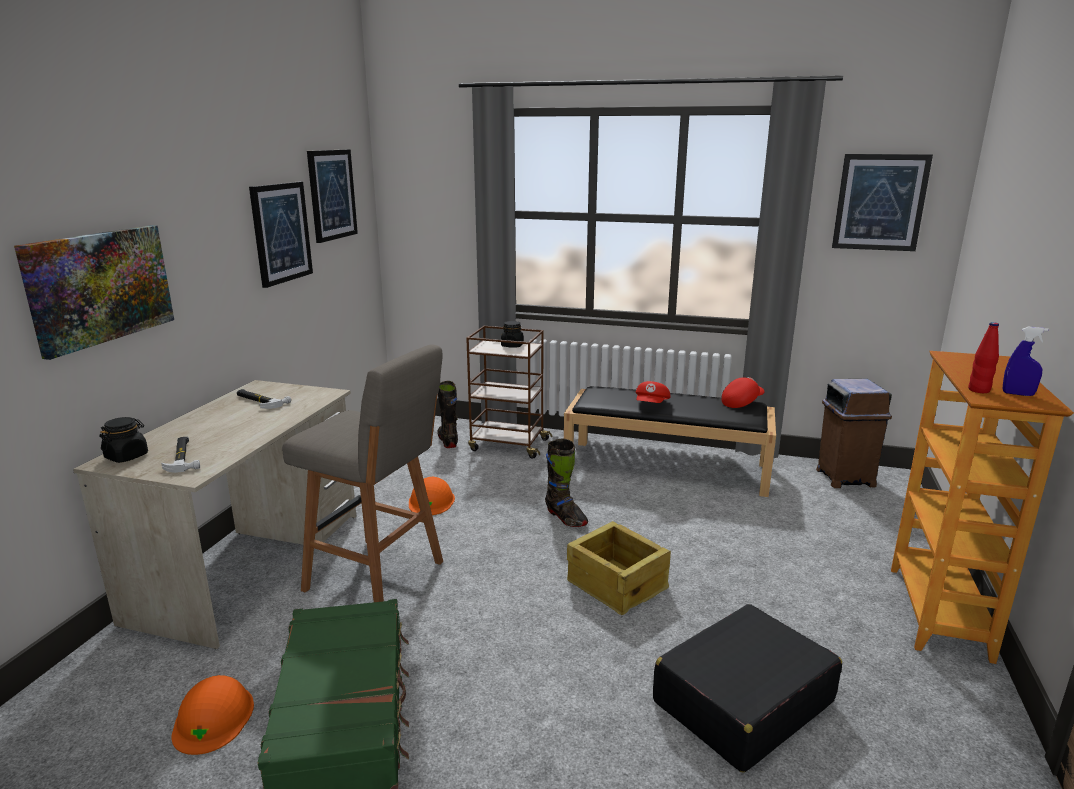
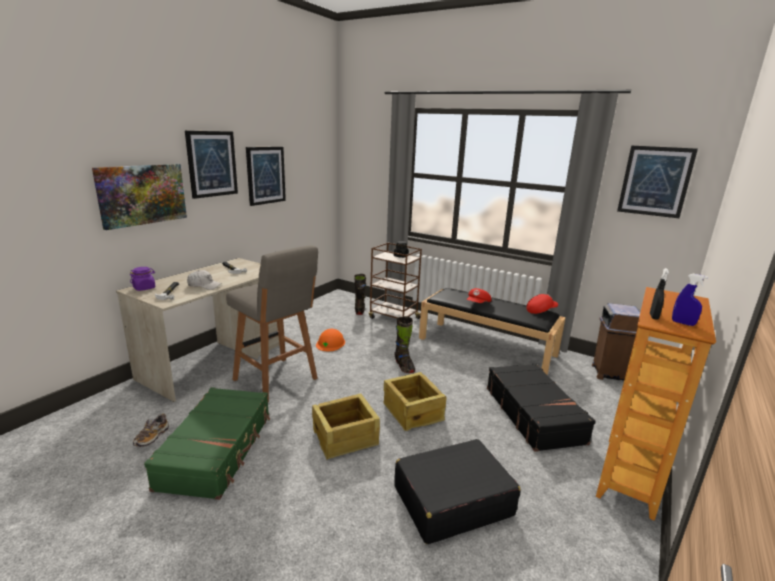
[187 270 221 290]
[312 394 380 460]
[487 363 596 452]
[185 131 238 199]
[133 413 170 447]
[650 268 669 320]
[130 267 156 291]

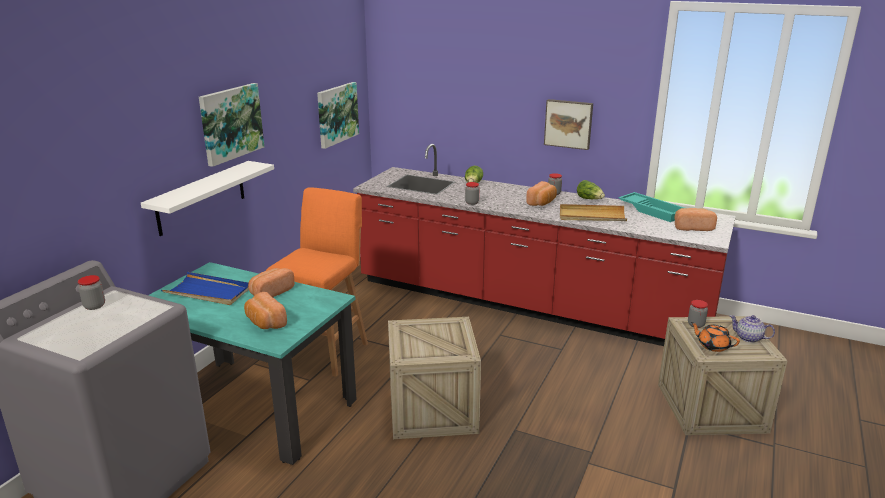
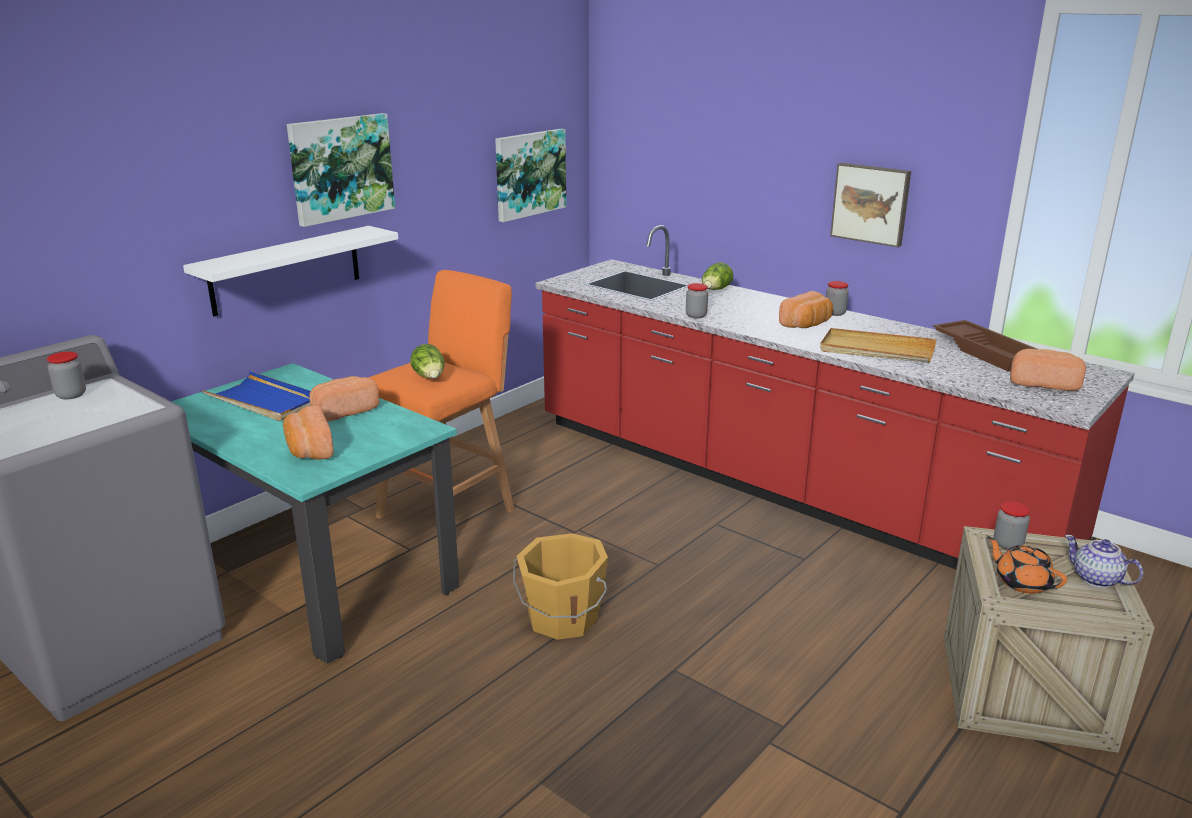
[410 344 445 378]
[513 533 608 640]
[933 320 1037 371]

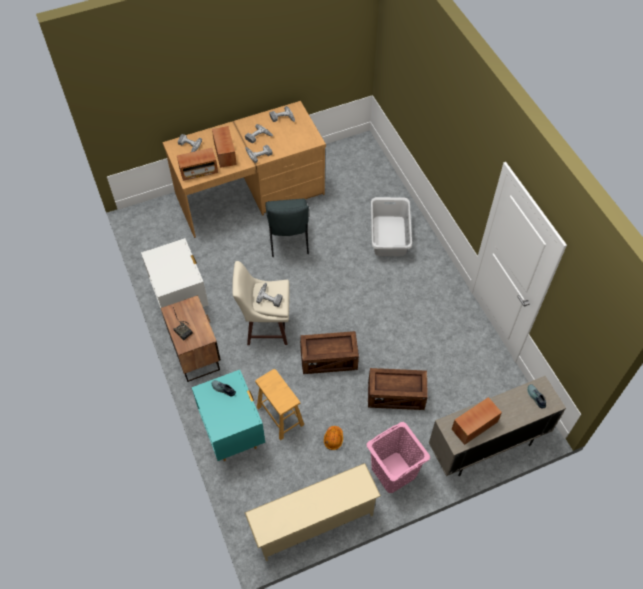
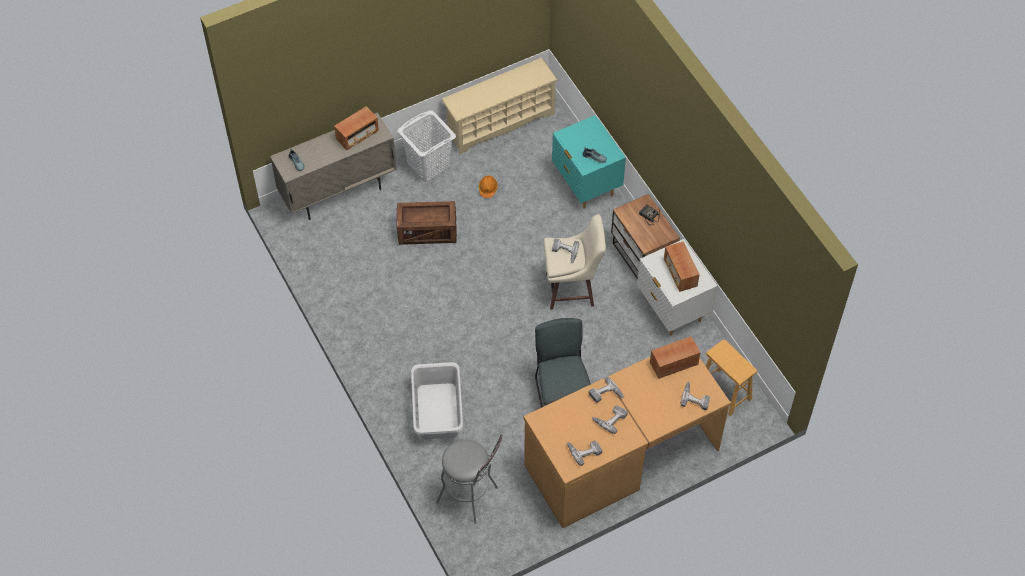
[300 331 359 374] (first image)
[436 433 503 524]
[664 241 700 292]
[706 340 758 416]
[398 110 456 182]

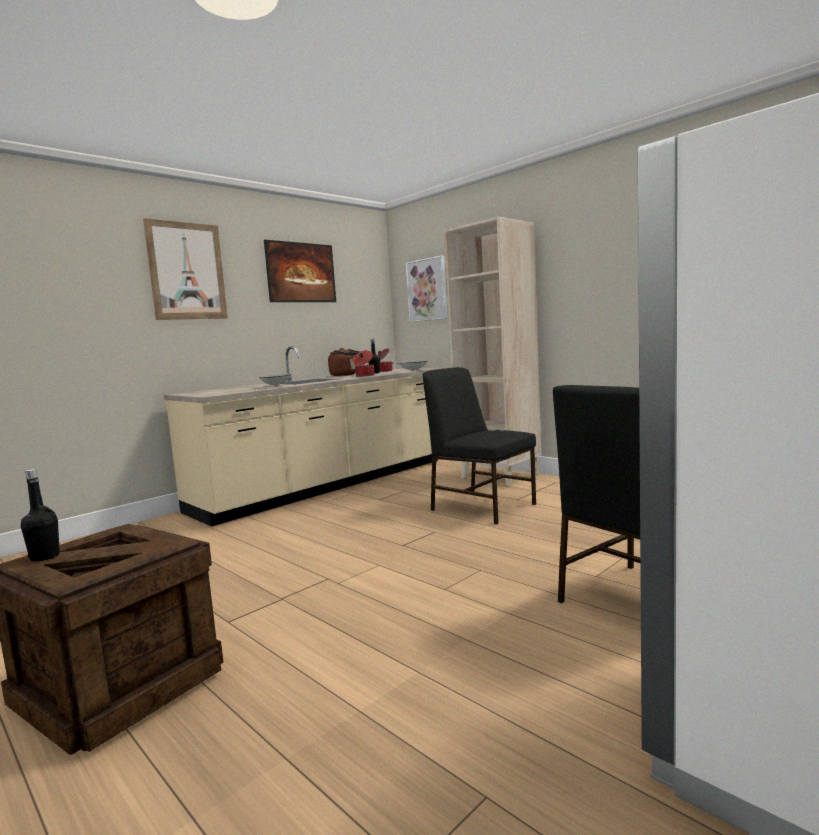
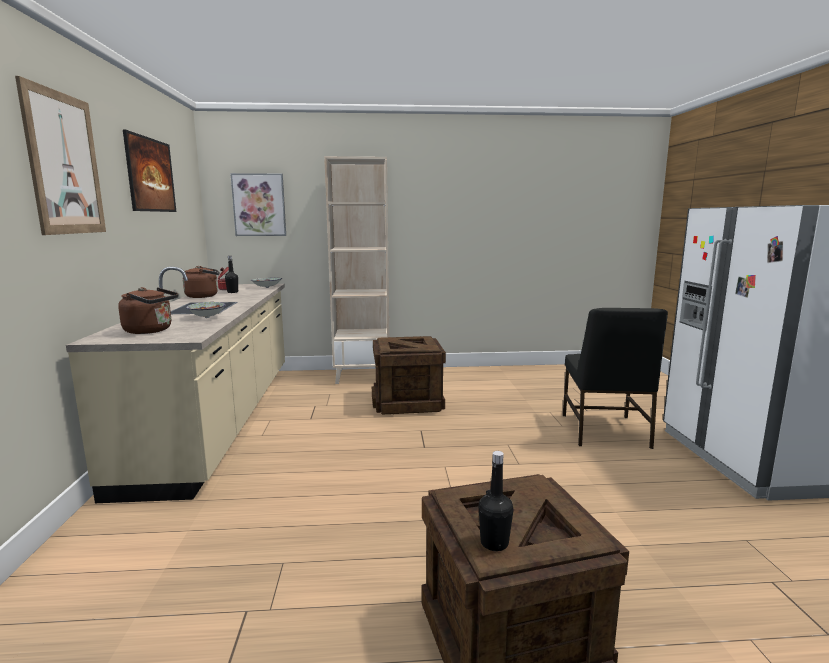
[353 350 374 377] (first image)
[118 287 178 334]
[372 336 446 415]

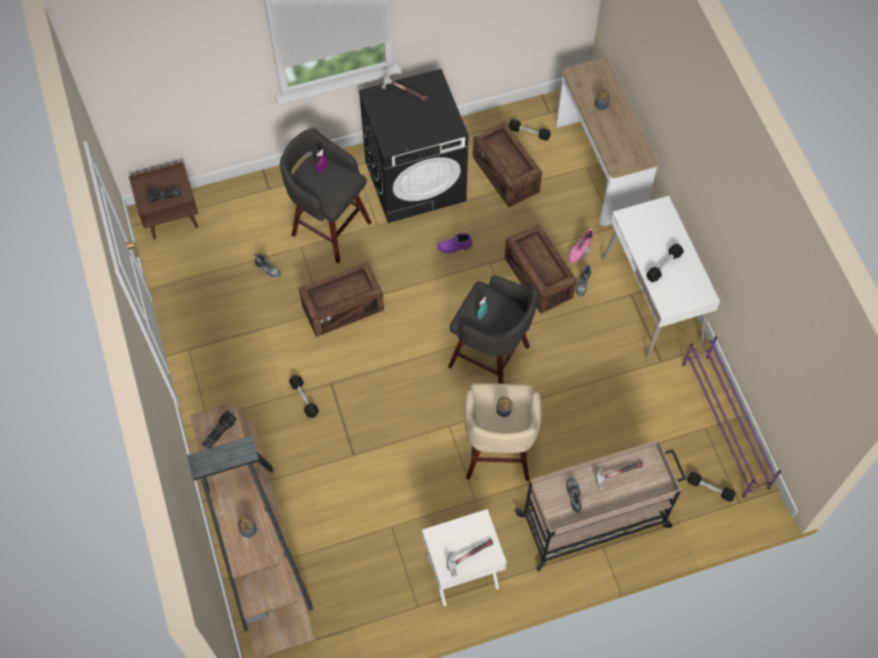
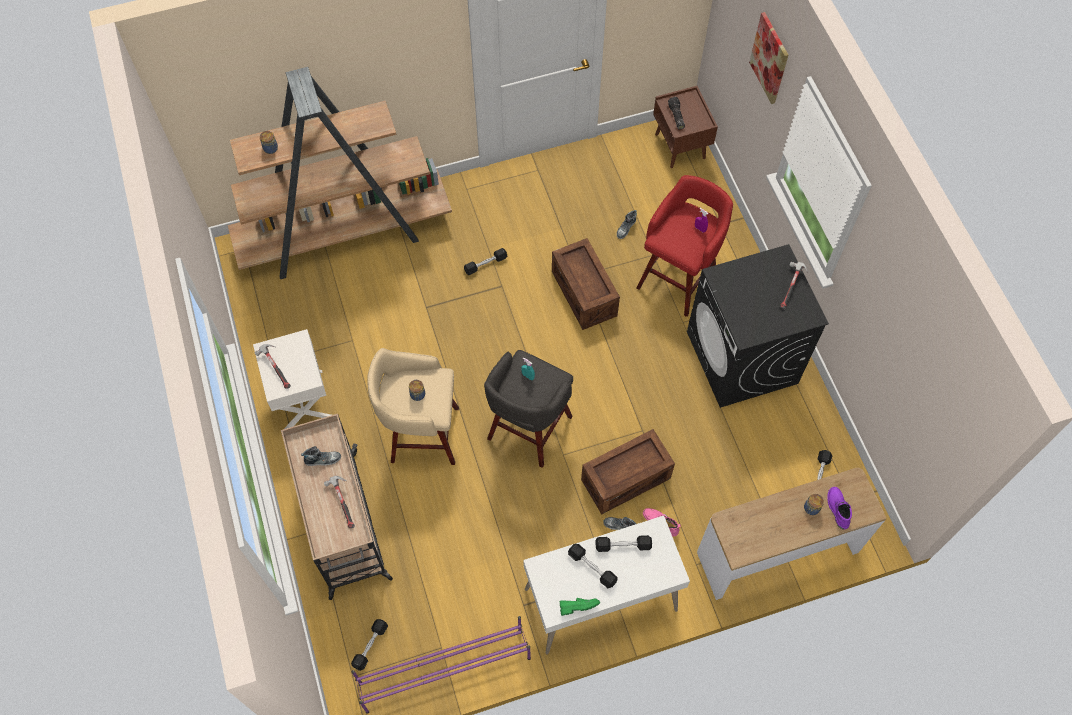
[202 411 237 449] (first image)
[473 121 542 207] (first image)
[560 597 600 616]
[596 535 652 552]
[749 12 788 104]
[827 487 852 530]
[636 175 733 317]

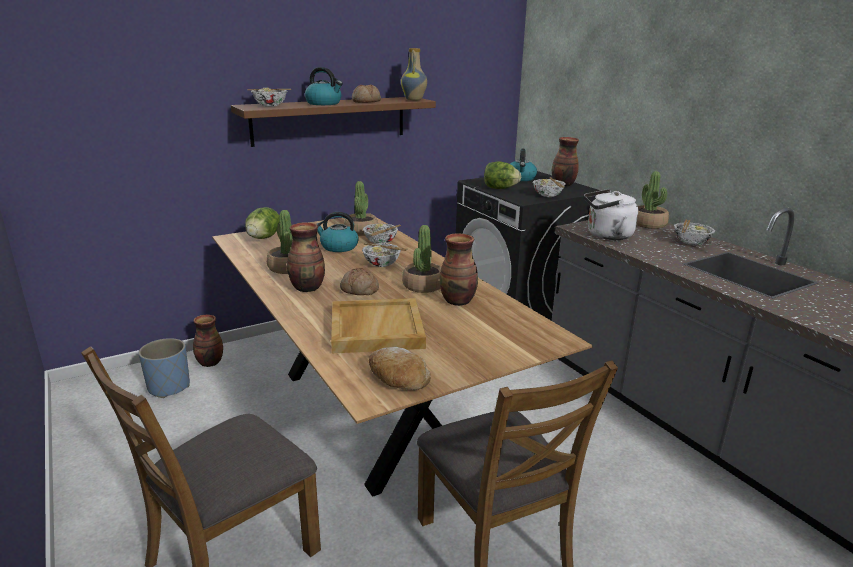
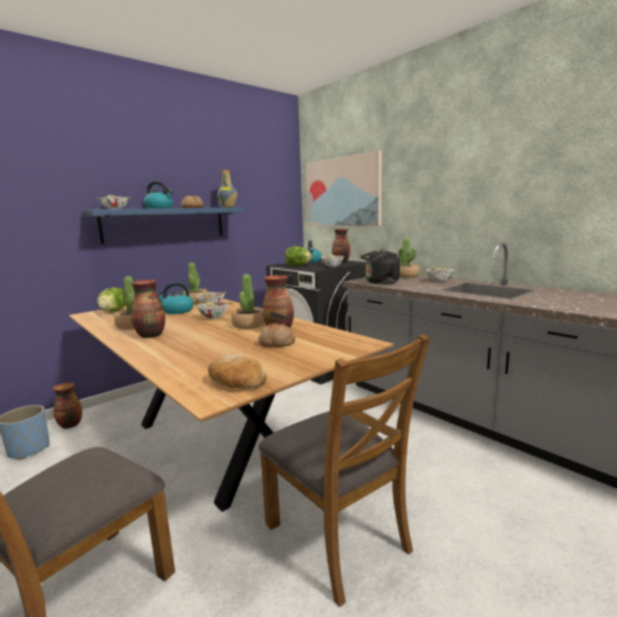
[331 298 426 353] (first image)
[306 150 382 226]
[258 323 295 347]
[82 207 245 244]
[360 249 400 284]

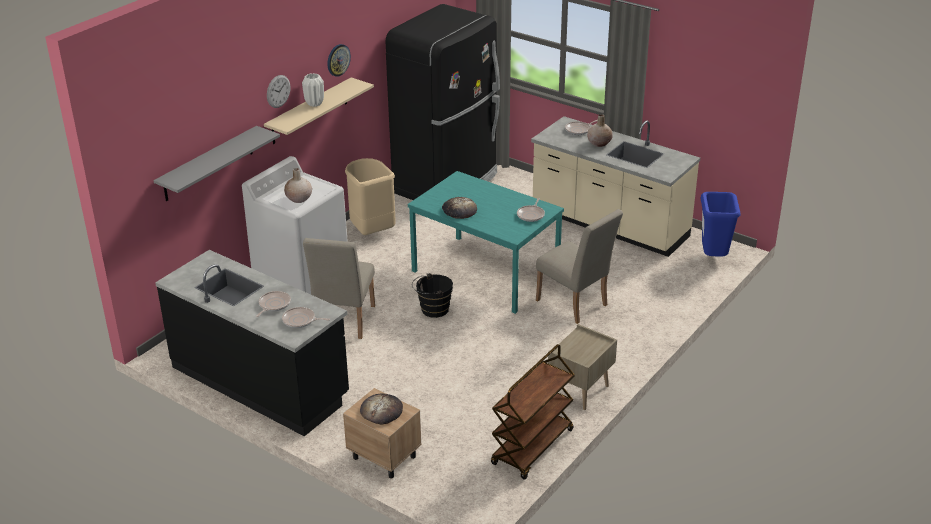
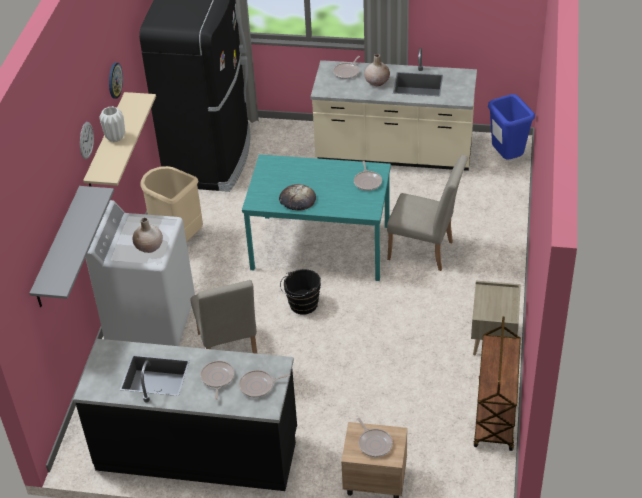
[357 418 393 457]

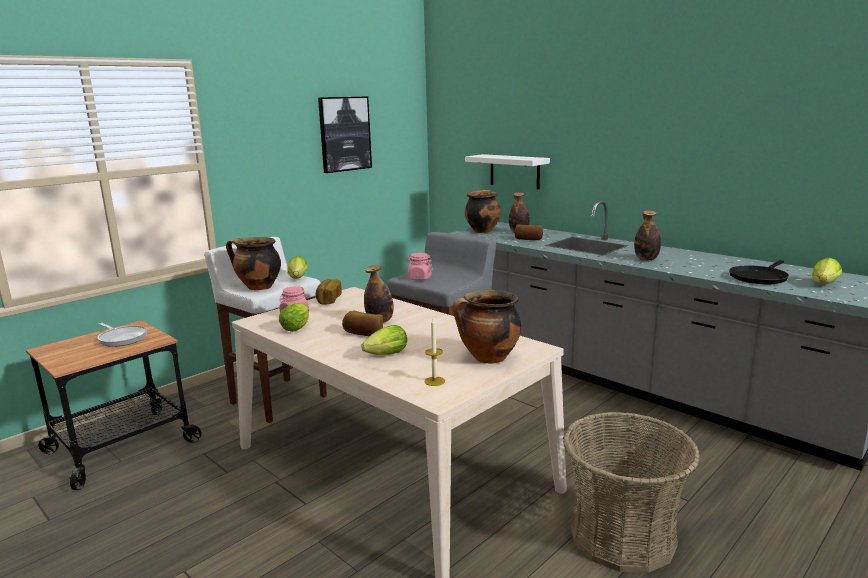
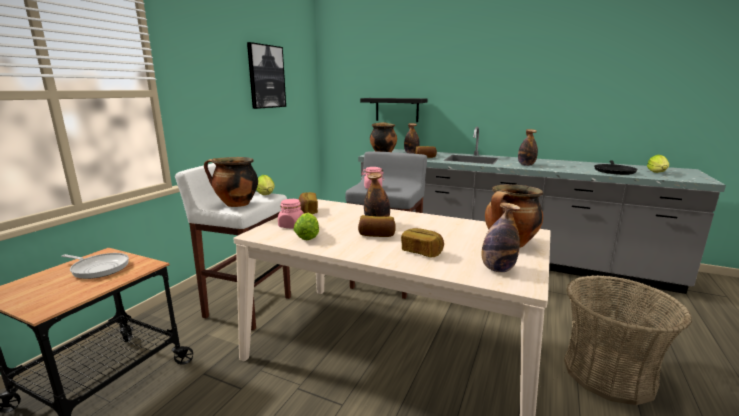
[401 228 444 258]
[482 203 521 272]
[360 98 427 122]

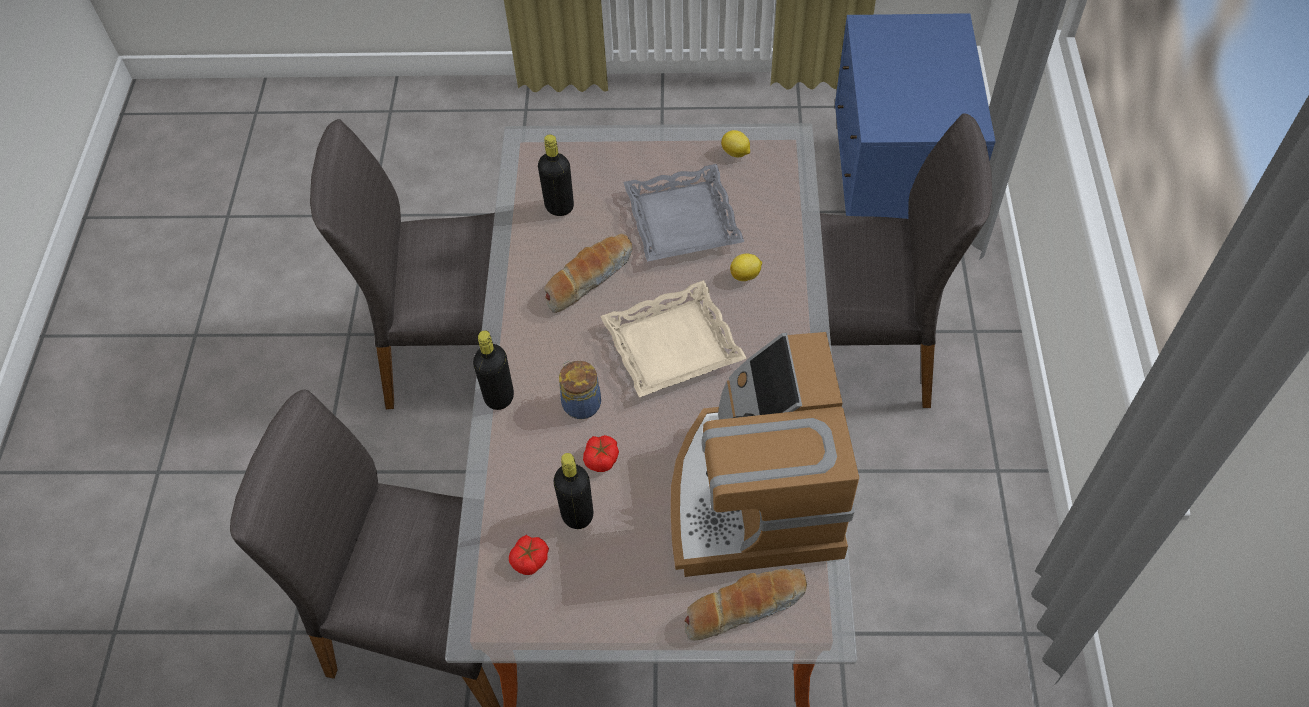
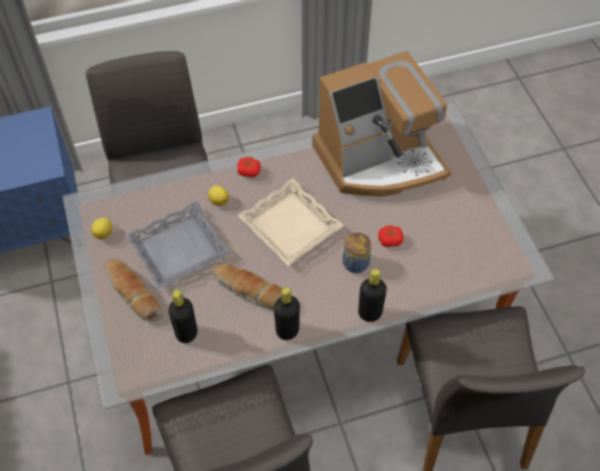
[237 157 261 177]
[274 287 300 340]
[105 259 163 321]

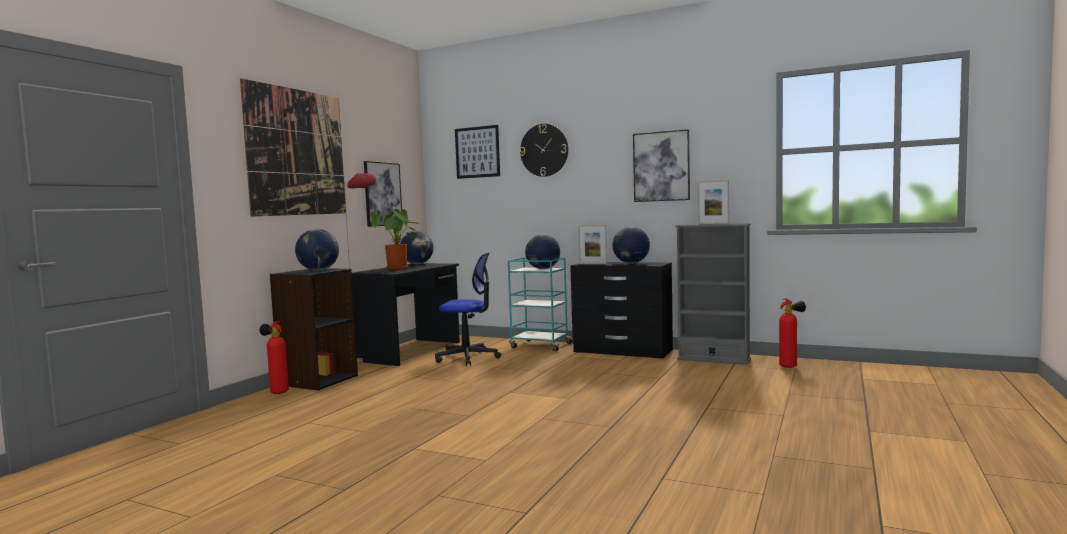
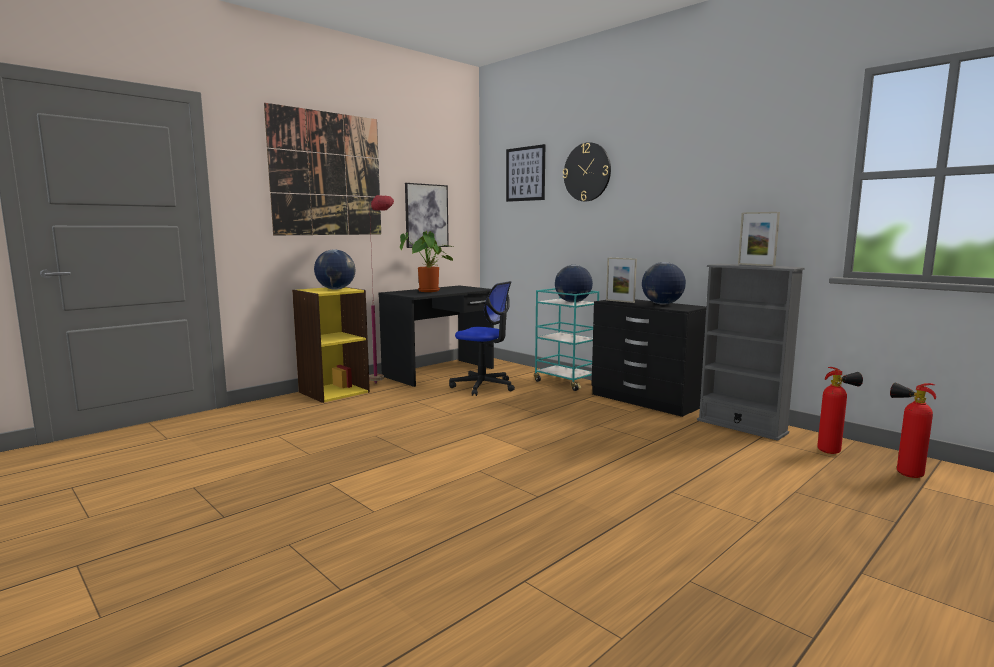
[400 231 434 264] (first image)
[633 129 690 202] (first image)
[890 382 936 478]
[292 287 370 403]

